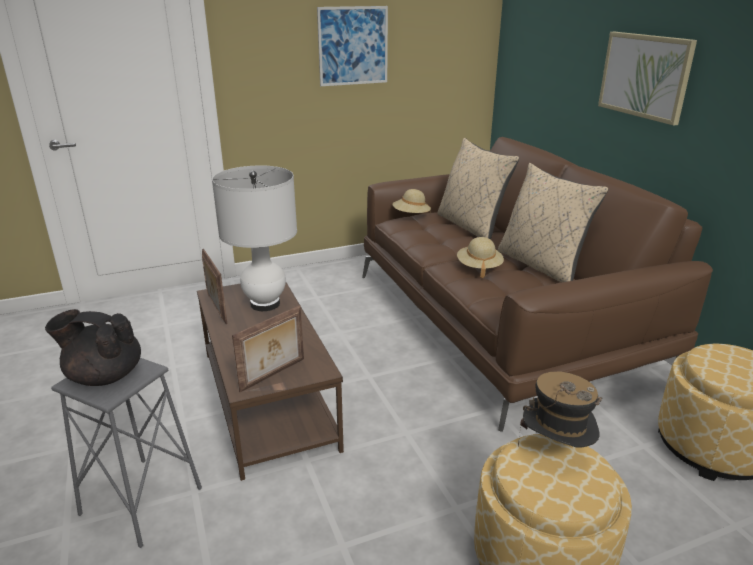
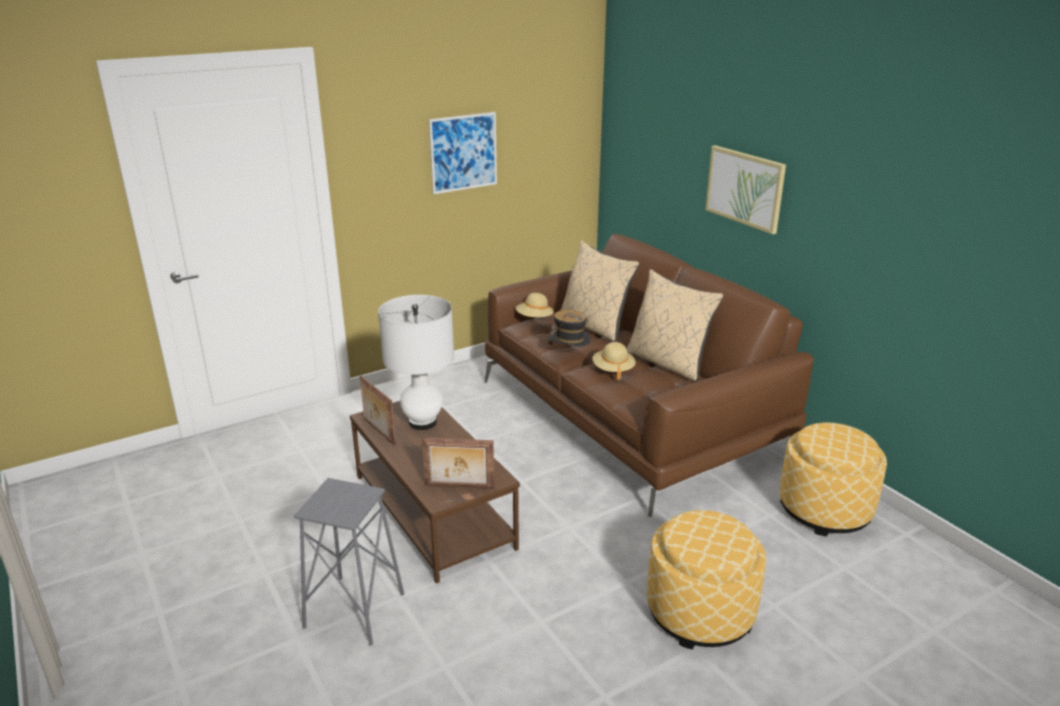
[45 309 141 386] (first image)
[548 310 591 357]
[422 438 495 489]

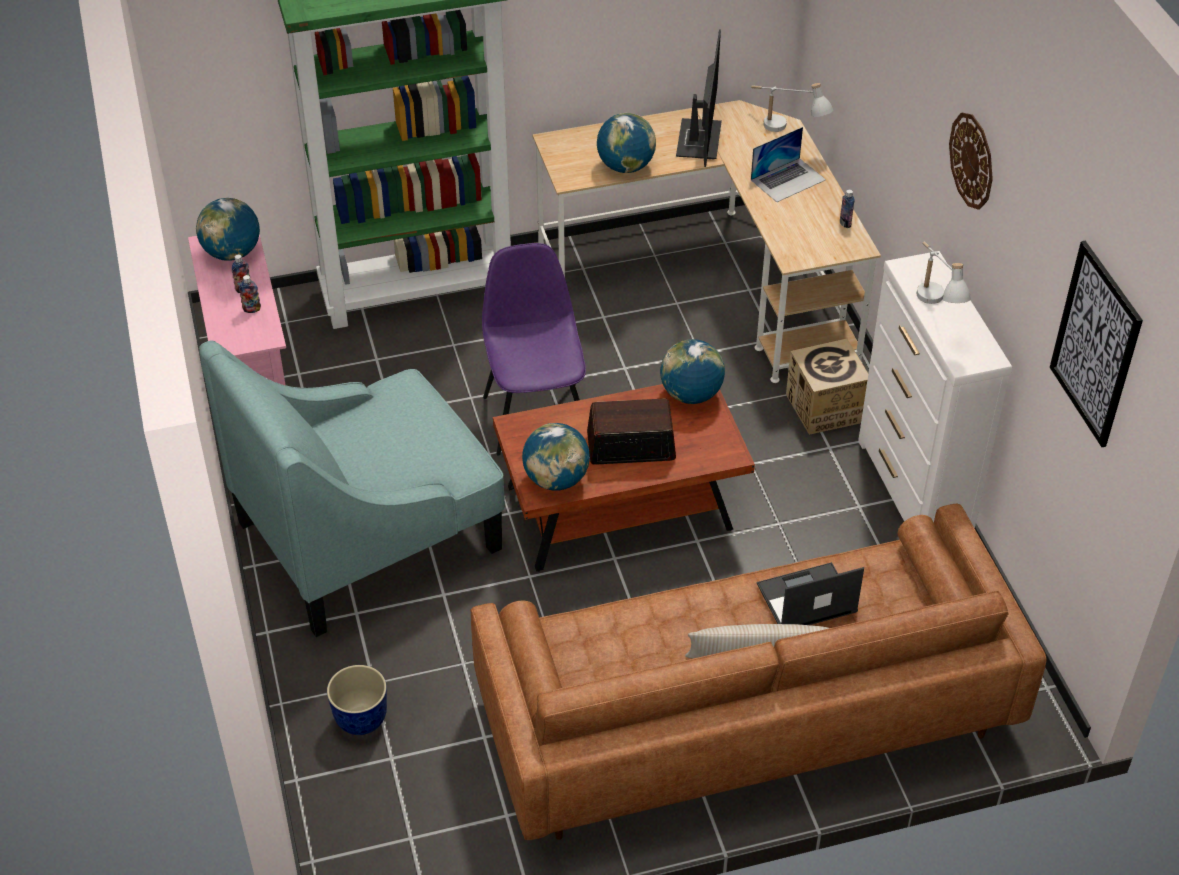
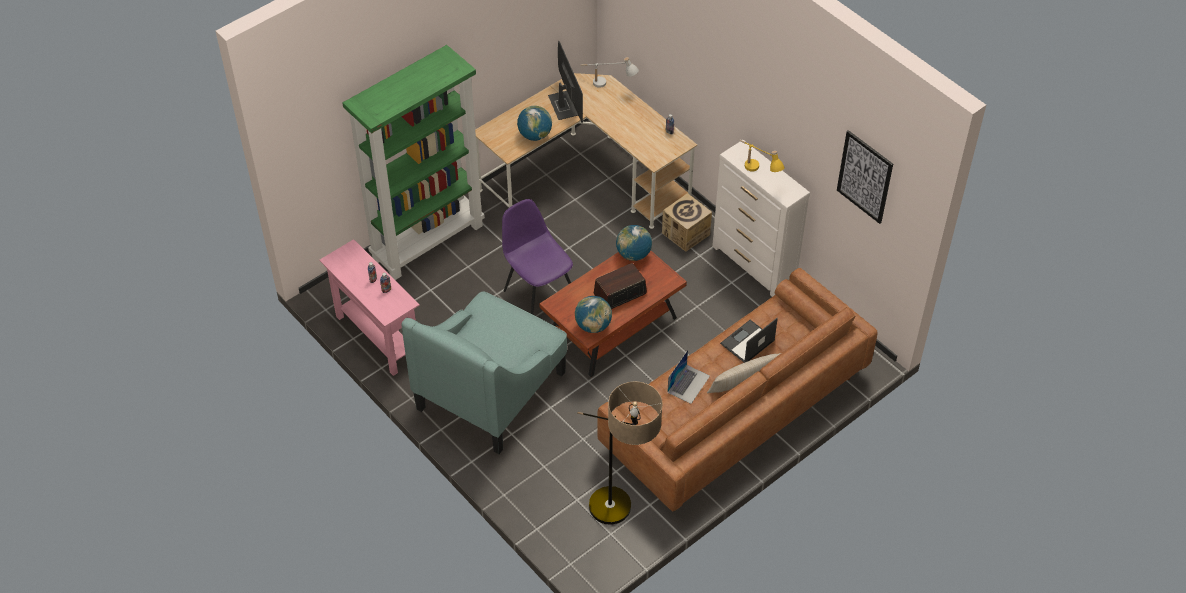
[196 198 260 261] (first image)
[327 665 387 735] (first image)
[949 113 993 210] (first image)
[577 381 662 525]
[667 350 710 404]
[739 140 784 172]

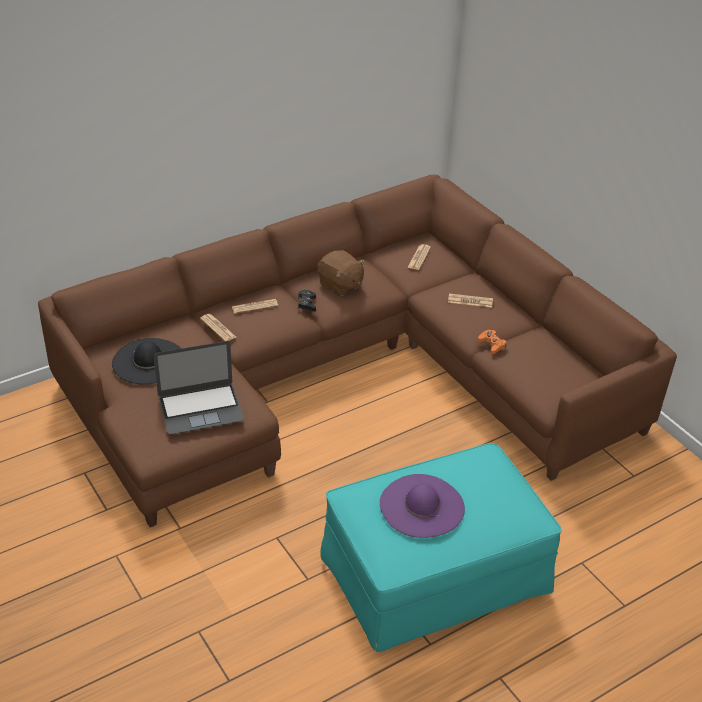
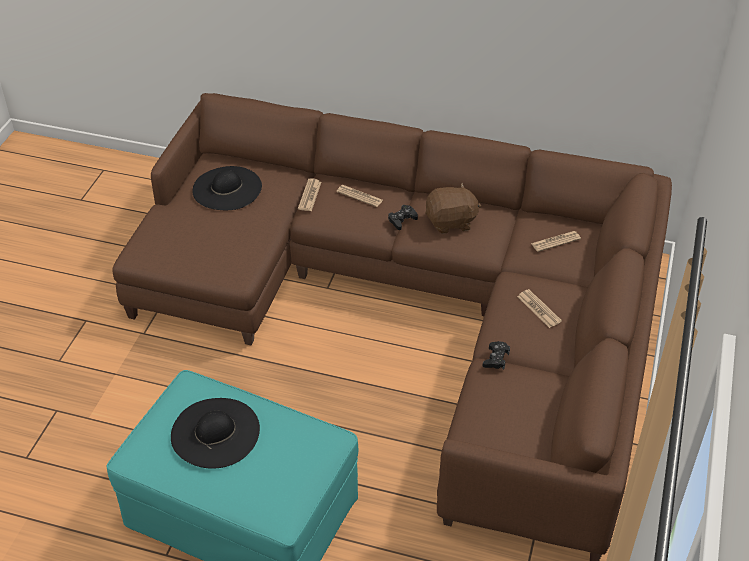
[154 341 244 434] (first image)
[171 398 260 469]
[483 341 510 370]
[425 183 481 234]

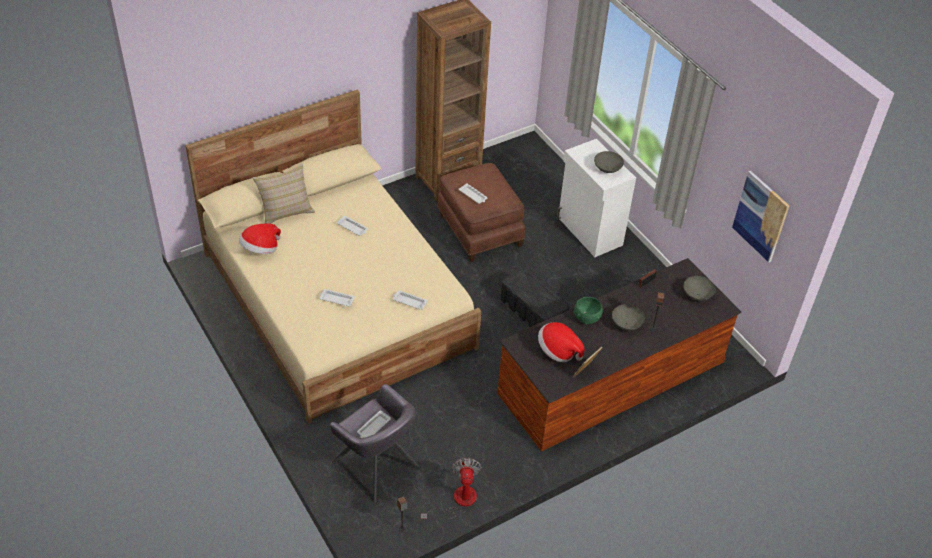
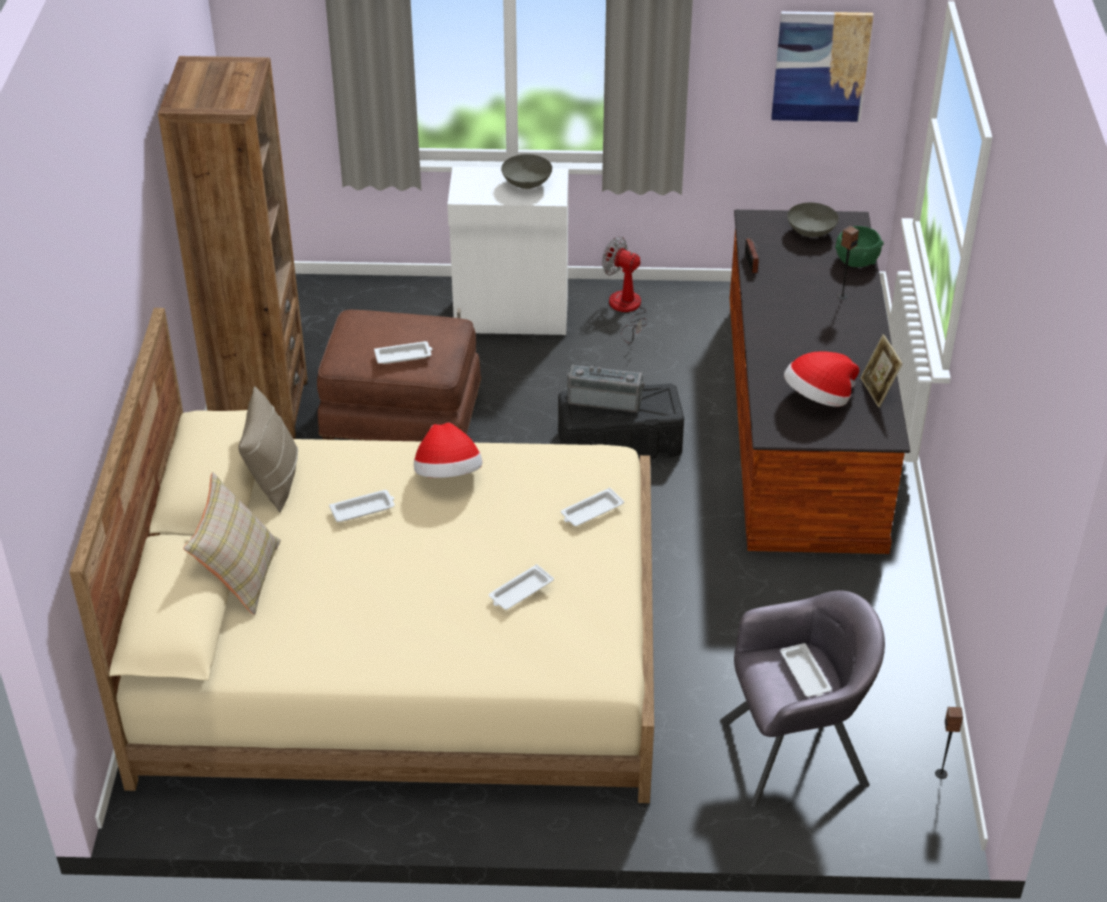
[612 304 645 331] (first image)
[238 386 298 512]
[567 364 645 412]
[414 423 483 478]
[602 236 647 344]
[835 226 884 267]

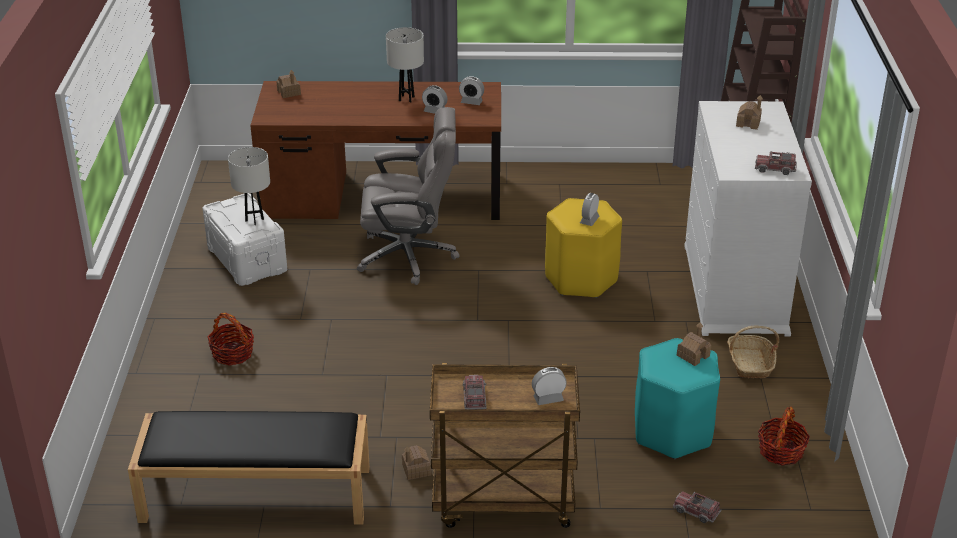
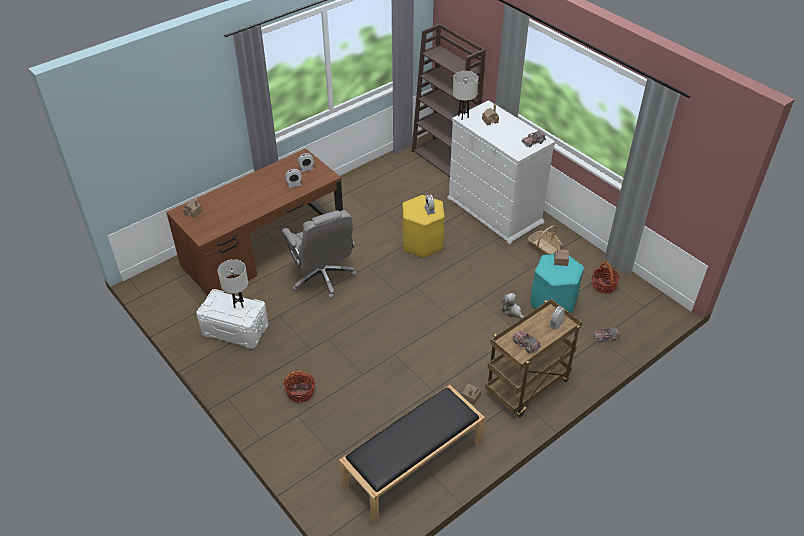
[501 293 524 319]
[453 71 478 120]
[282 210 357 299]

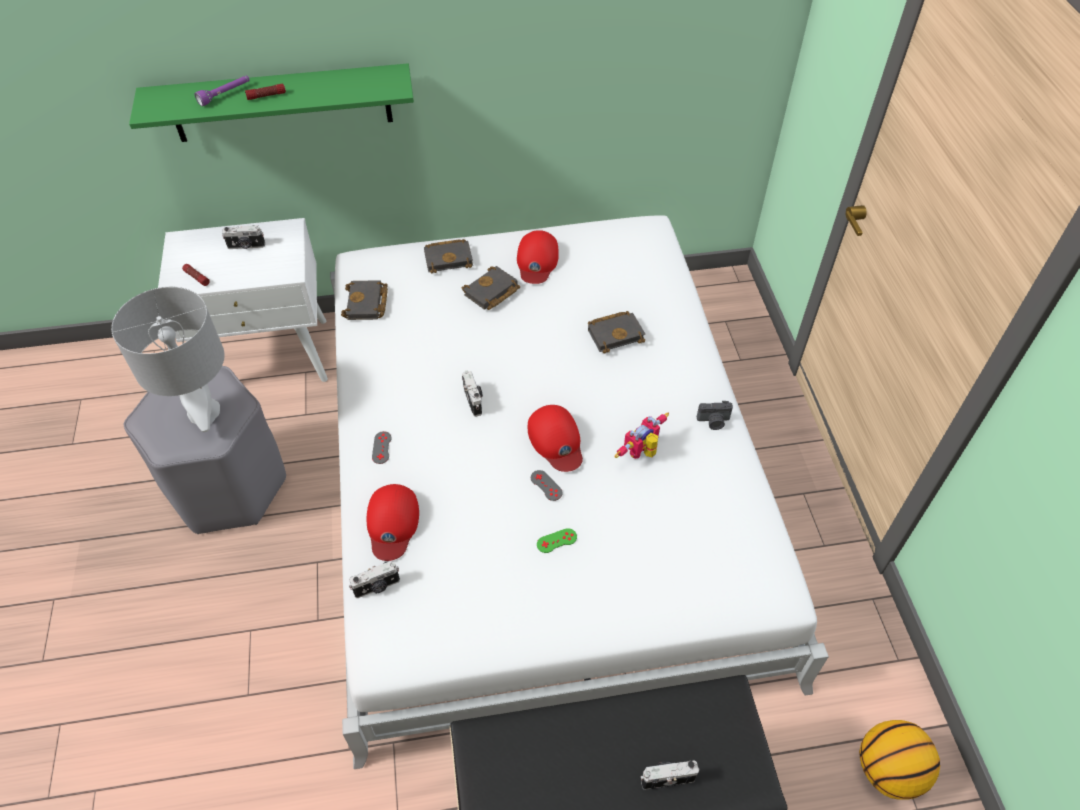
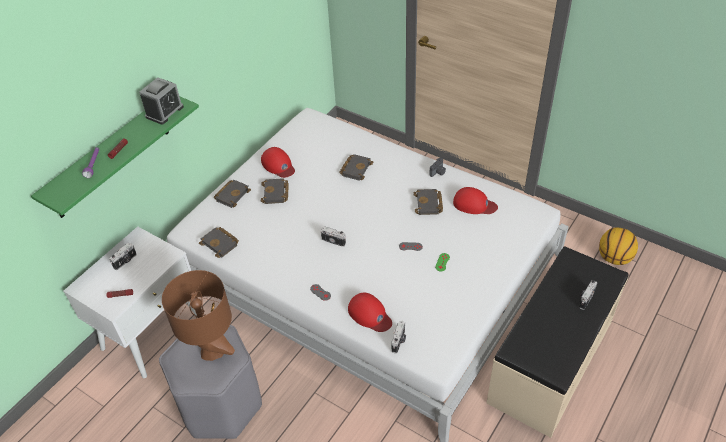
[139 77 184 125]
[453 187 498 214]
[413 189 443 215]
[162 270 235 361]

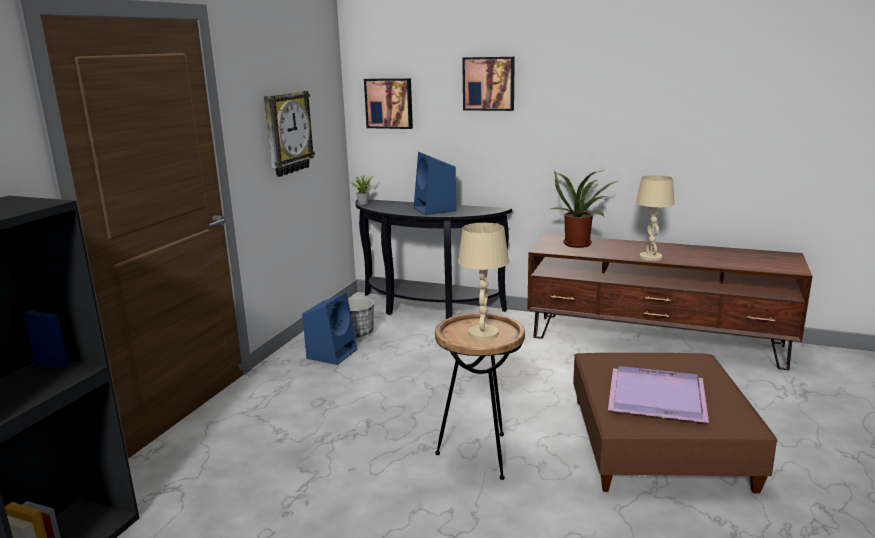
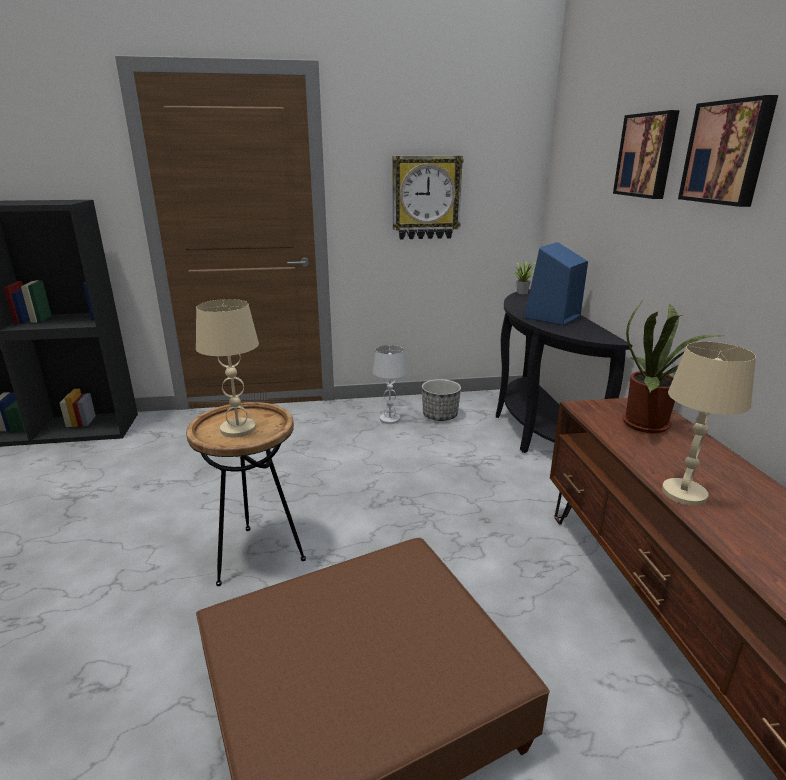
[608 366 709 423] (first image)
[678 95 778 207]
[373 345 407 424]

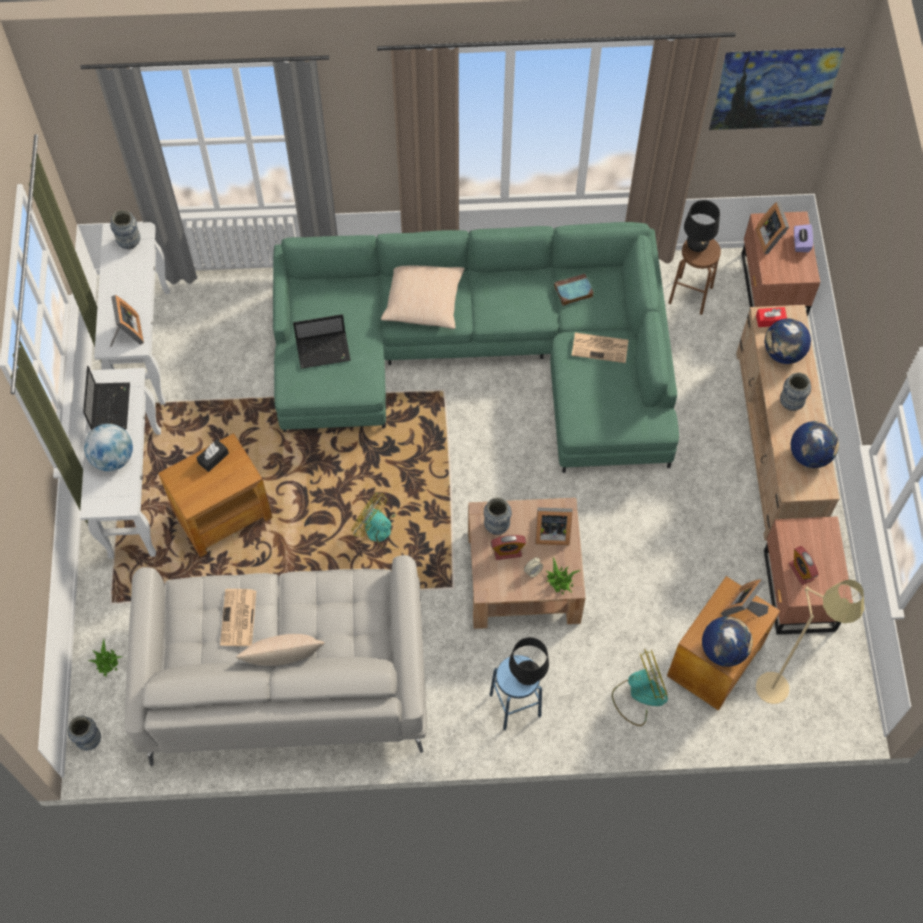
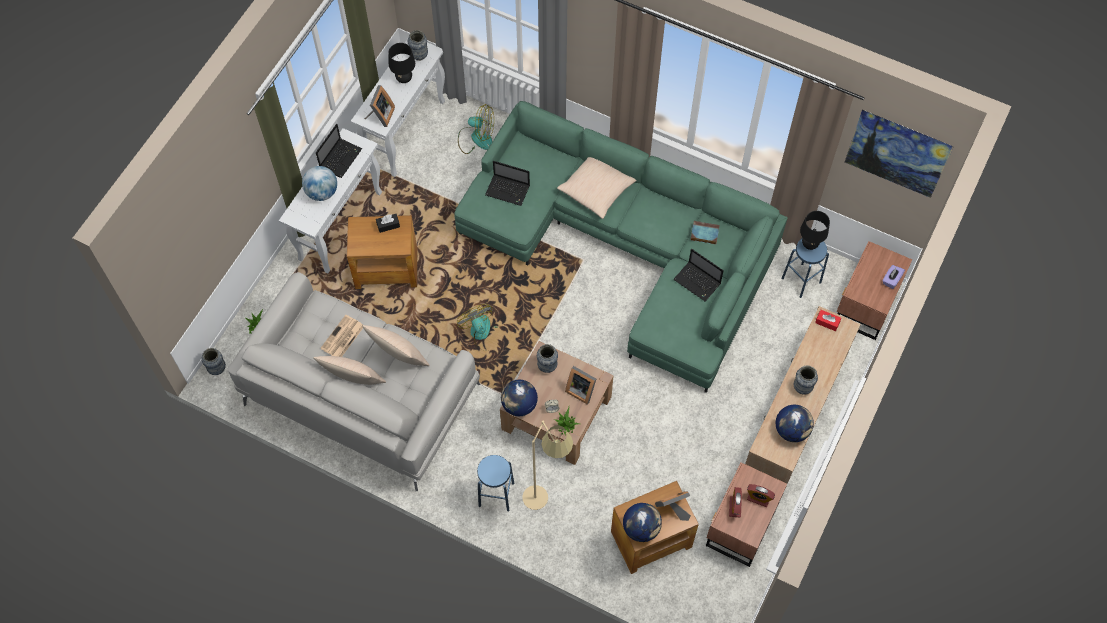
[755 202 789 254] (first image)
[362 325 430 366]
[747 484 775 507]
[388 43 415 83]
[458 104 494 154]
[522 421 573 510]
[501 380 538 416]
[673 249 724 302]
[782 239 829 298]

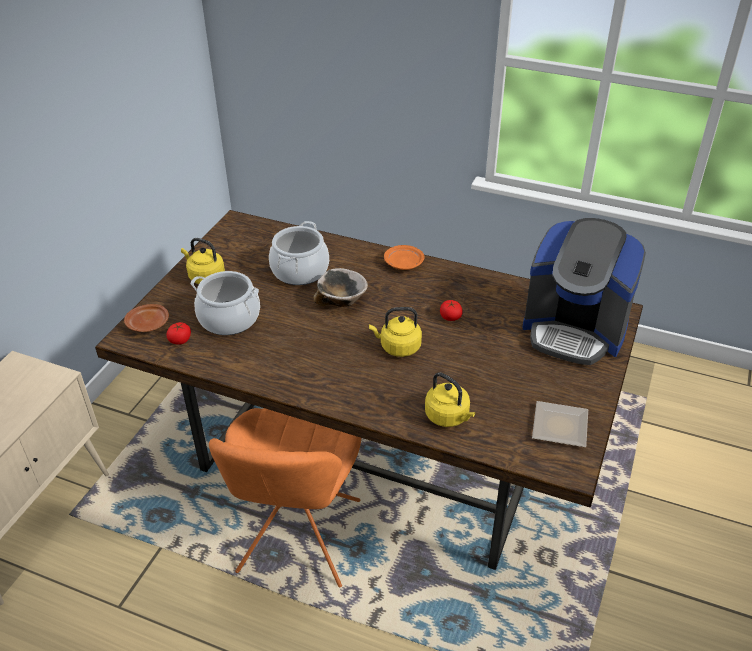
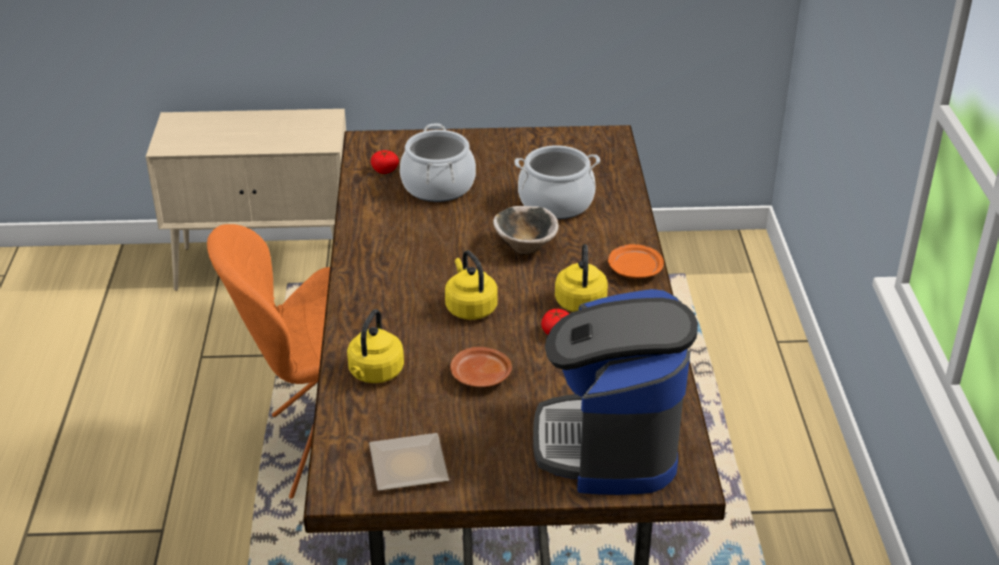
[450 347 512 388]
[555 244 608 312]

